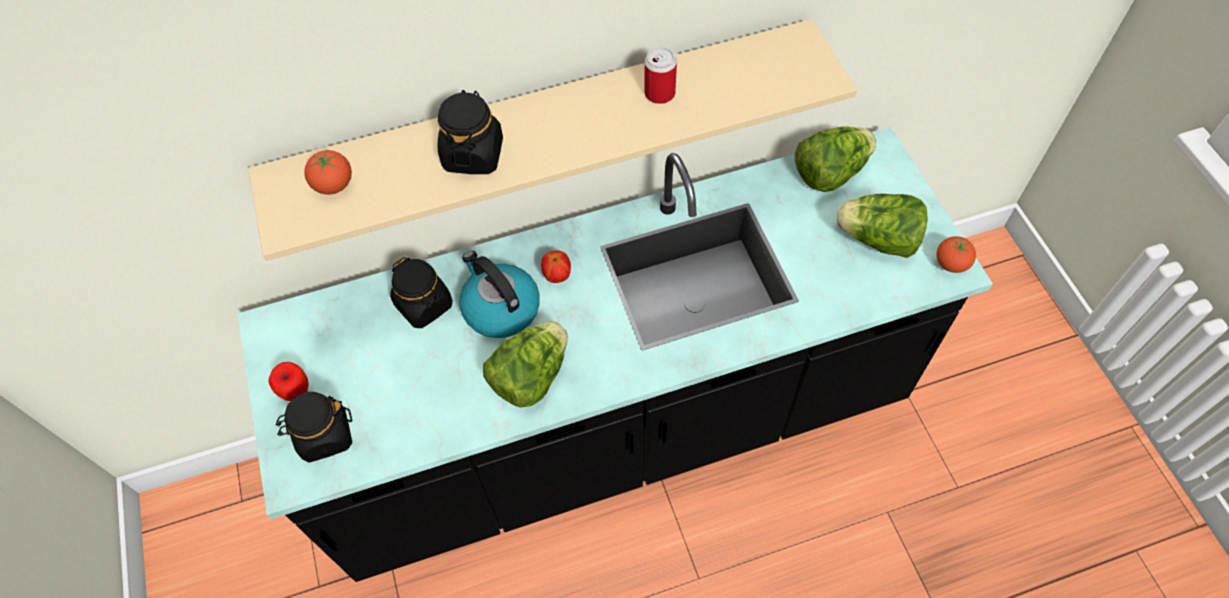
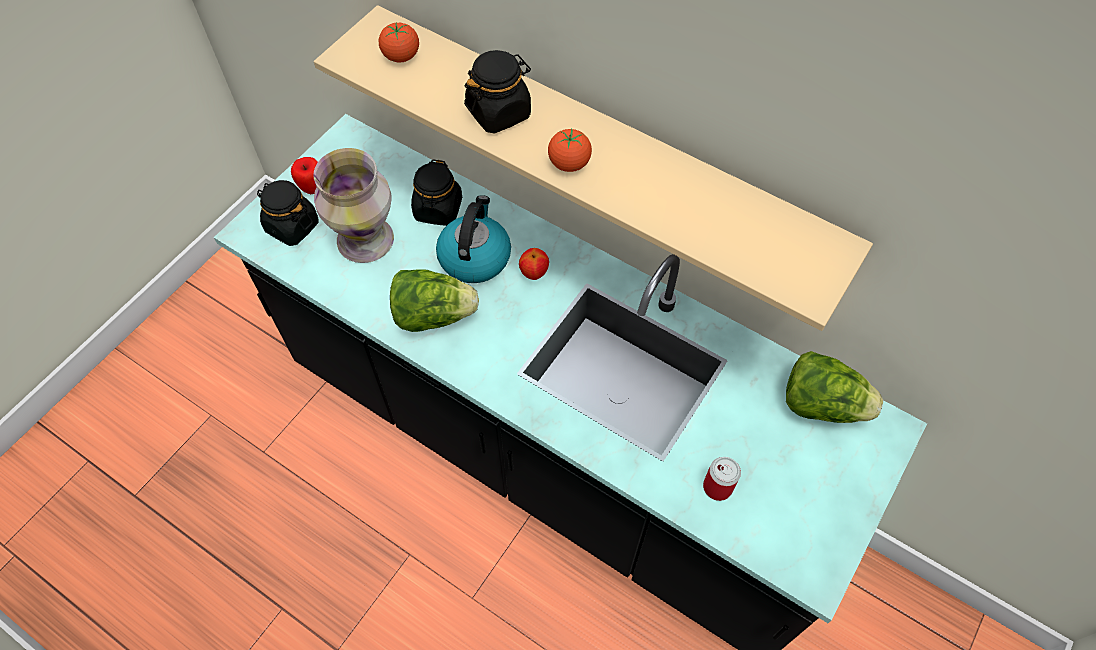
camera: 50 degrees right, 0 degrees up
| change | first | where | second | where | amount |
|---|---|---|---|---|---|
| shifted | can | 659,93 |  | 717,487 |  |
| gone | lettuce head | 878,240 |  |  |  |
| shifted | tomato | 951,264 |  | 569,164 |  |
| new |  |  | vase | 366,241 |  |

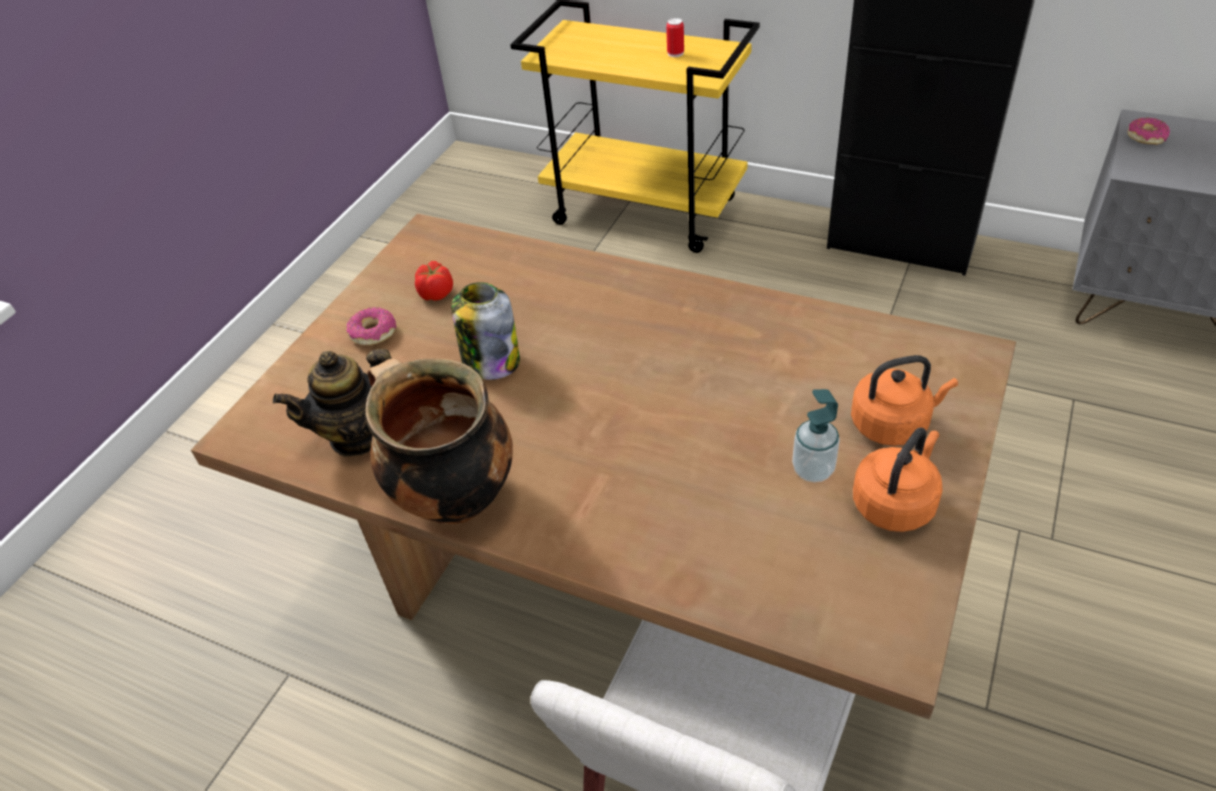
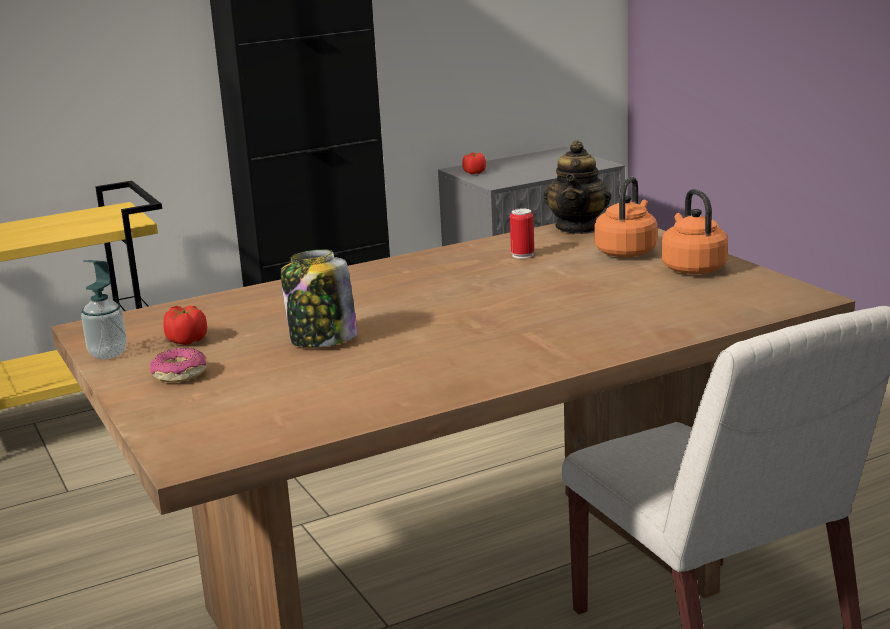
camera: 55 degrees left, 25 degrees down
| change | first | where | second | where | amount |
|---|---|---|---|---|---|
| shifted | teapot | 358,435 |  | 578,228 |  |
| gone | stockpot | 452,497 |  |  |  |
| shifted | can | 675,53 |  | 522,255 |  |
| shifted | liquid soap bottle | 813,470 |  | 108,353 |  |
| swapped | donut | 1146,137 | tomato | 474,173 |  |

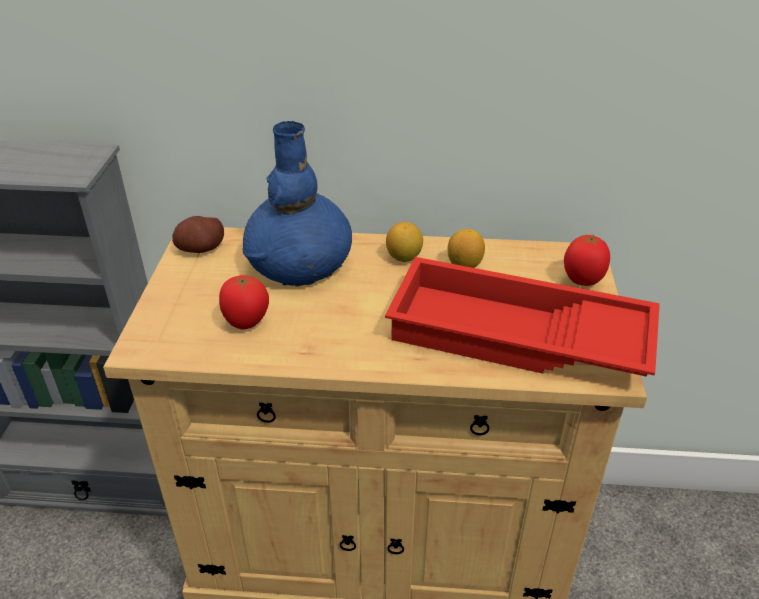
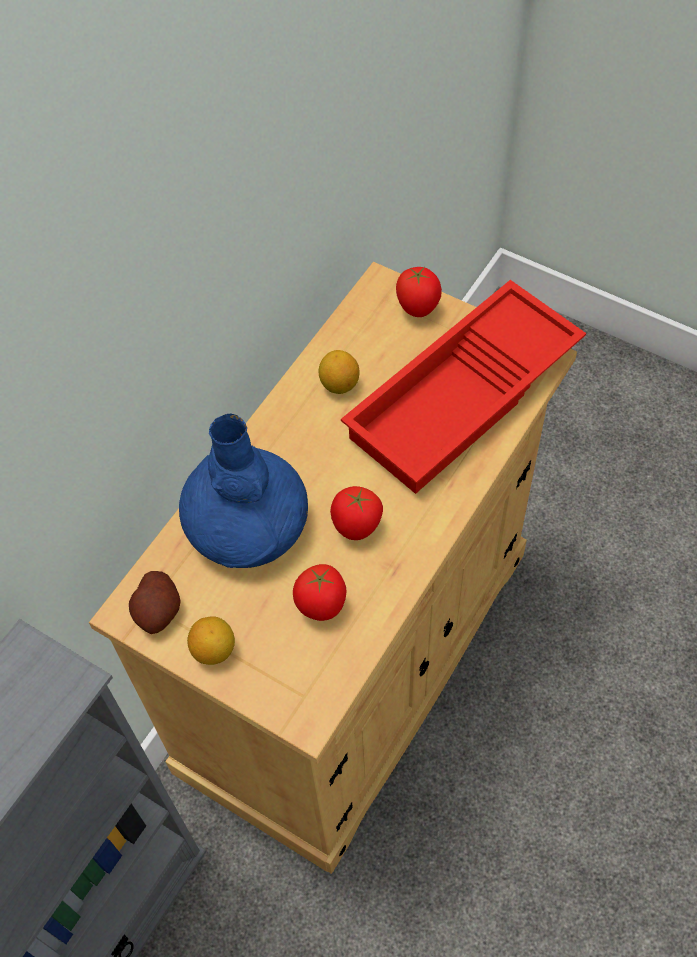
camera: 60 degrees left, 20 degrees up
| change | first | where | second | where | amount |
|---|---|---|---|---|---|
| shifted | whole lemon | 404,257 |  | 214,650 |  |
| new |  |  | tomato | 357,528 |  |

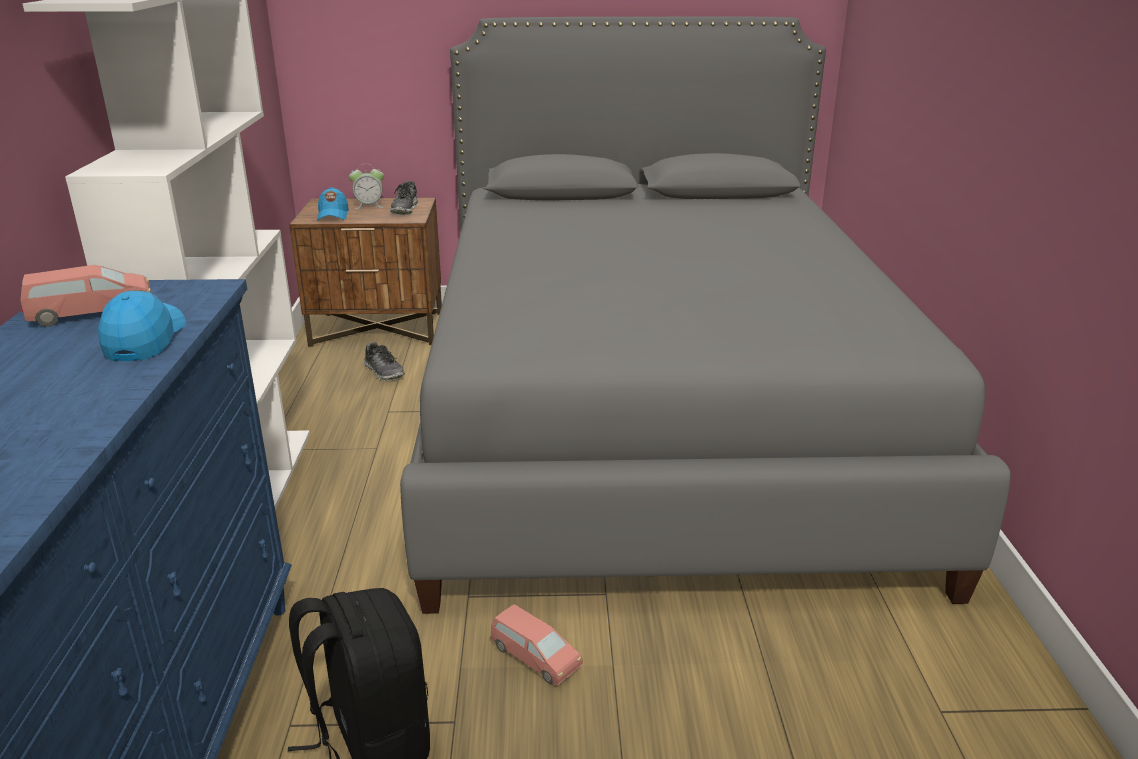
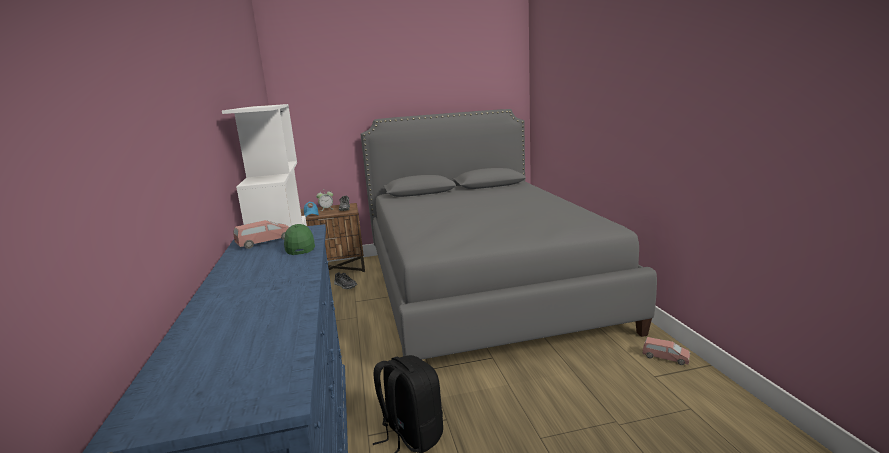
camera: 10 degrees left, 10 degrees down
| change | first | where | second | where | amount |
|---|---|---|---|---|---|
| repainted | peaked cap (blue) | 145,339 | peaked cap (green-coloured) | 300,247 |  |
| shifted | model car (pinkish) | 535,657 |  | 665,357 |  |

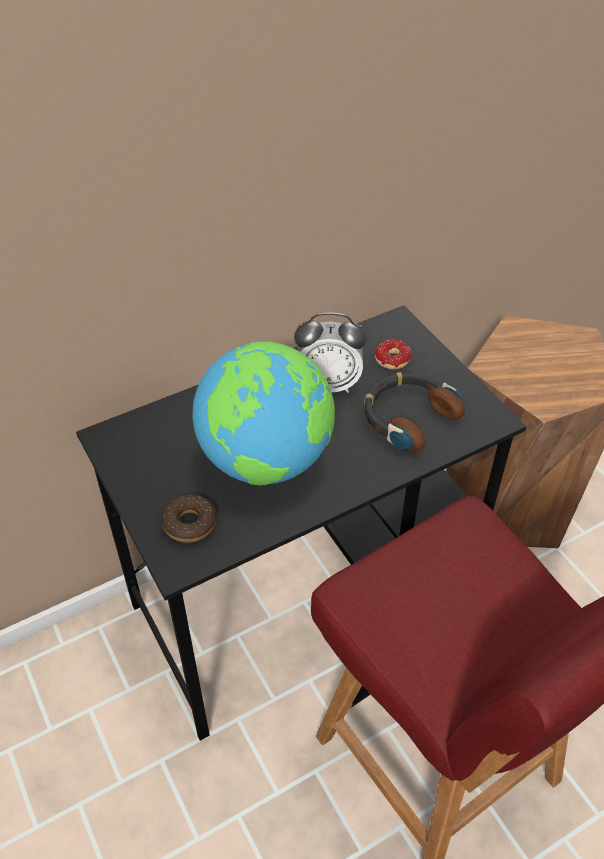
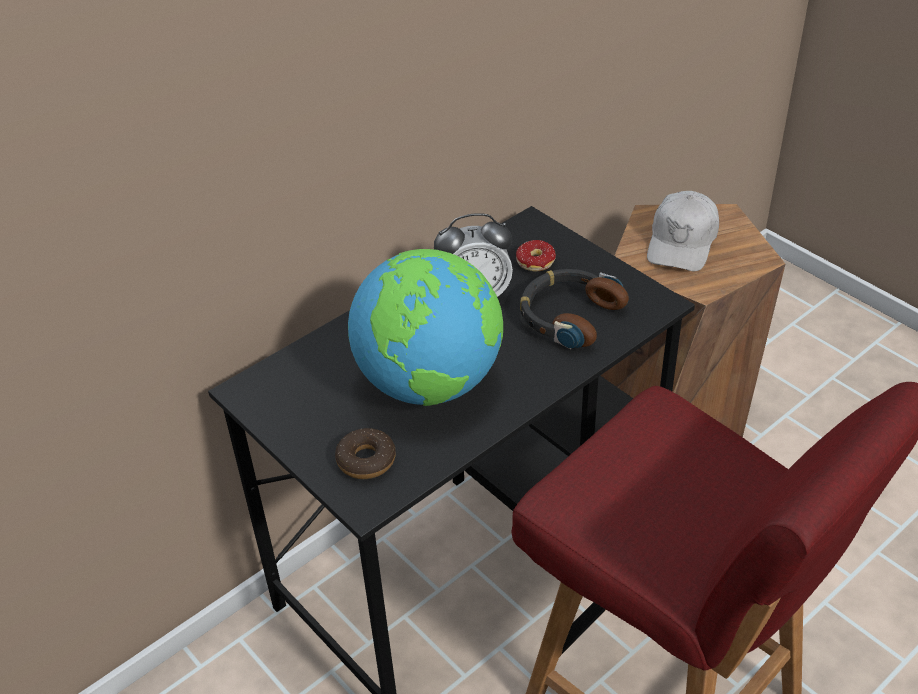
camera: 10 degrees left, 5 degrees down
| change | first | where | second | where | amount |
|---|---|---|---|---|---|
| new |  |  | peaked cap (white-coloured) | 682,242 |  |

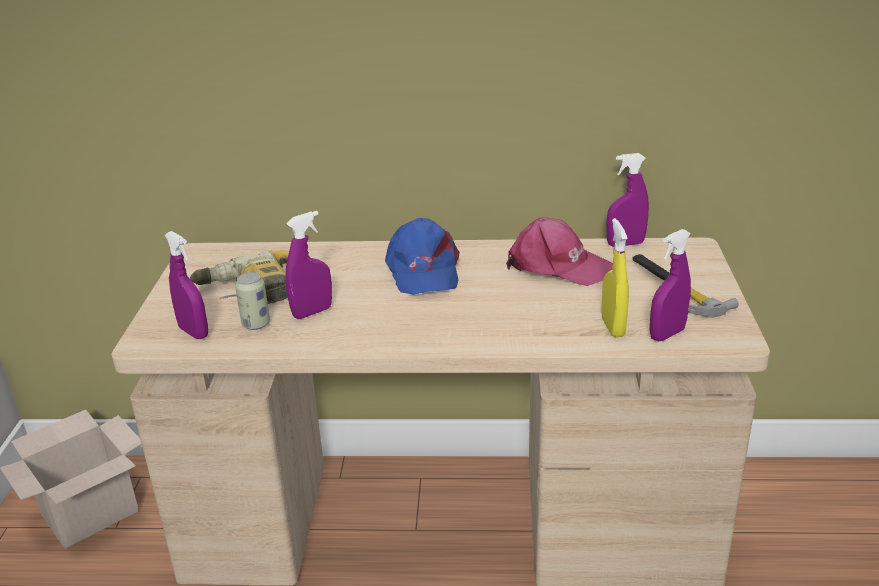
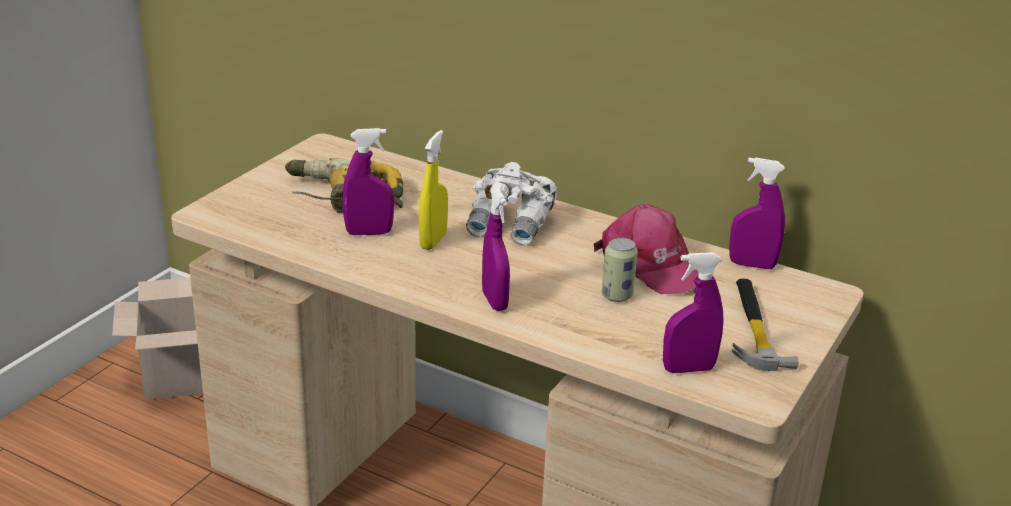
camera: 25 degrees right, 0 degrees up
| change | first | where | second | where | amount |
|---|---|---|---|---|---|
| shifted | sprayer (purple) | 193,332 |  | 494,301 |  |
| shifted | can | 256,324 |  | 617,295 |  |
| swapped | peaked cap (blue) | 422,270 | field glasses (white-coloured) | 511,225 |  |
| shifted | sprayer (yellowish) | 612,327 |  | 433,241 |  |

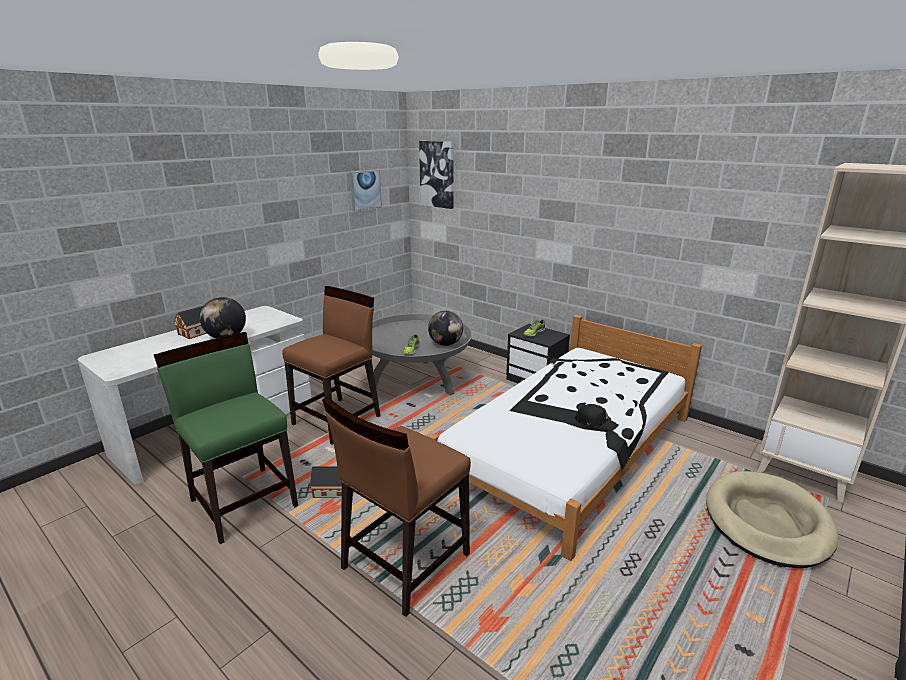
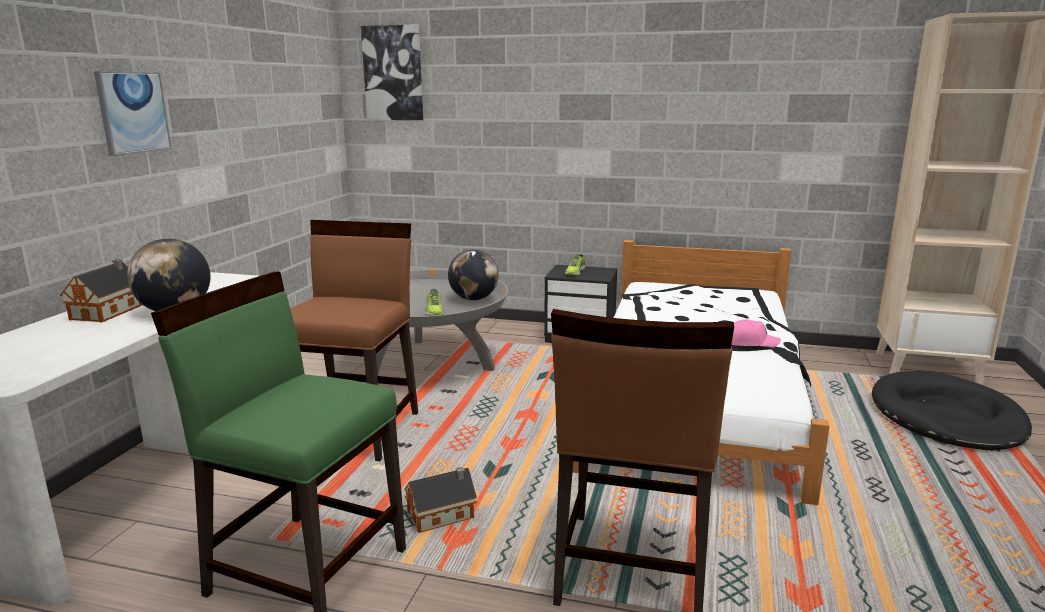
camera: 25 degrees left, 5 degrees down
| change | first | where | second | where | amount |
|---|---|---|---|---|---|
| shifted | wall art | 365,190 |  | 133,112 |  |
| repainted | peaked cap (black) | 595,422 | peaked cap (pinkish) | 749,342 |  |
| repainted | pet bed (sand-coloured) | 767,522 | pet bed (black) | 946,417 |  |

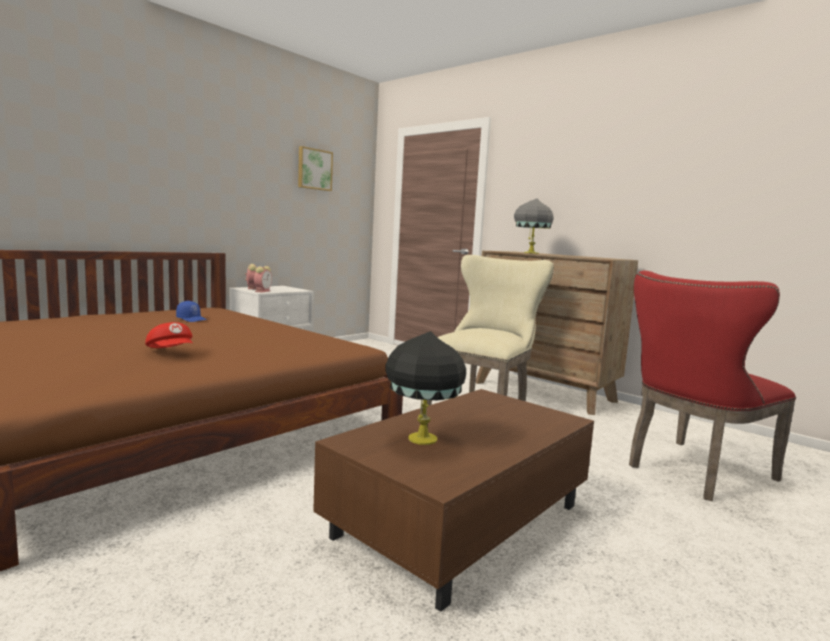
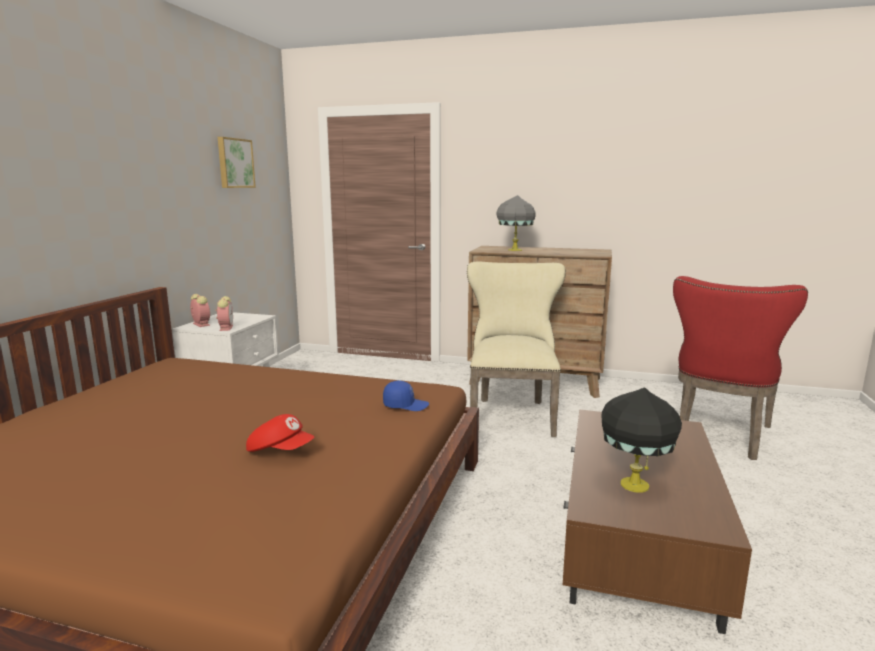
camera: 25 degrees left, 5 degrees up
| change | first | where | second | where | amount |
|---|---|---|---|---|---|
| shifted | peaked cap (blue) | 192,319 |  | 405,405 |  |

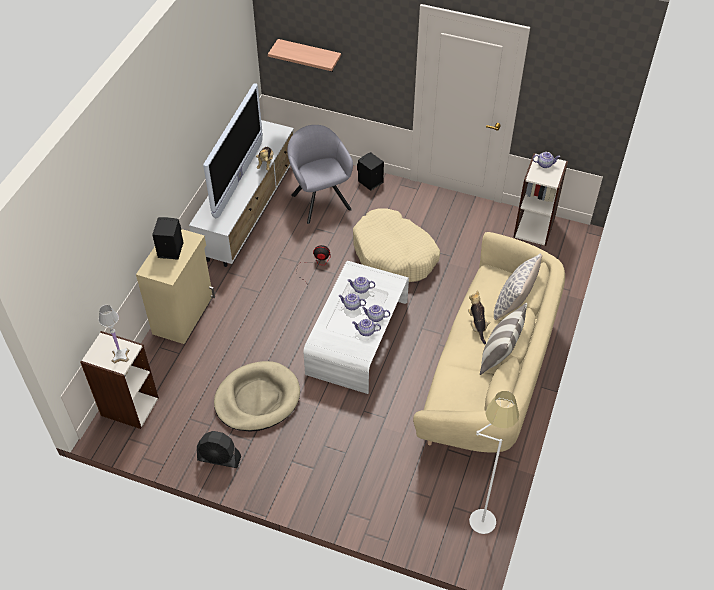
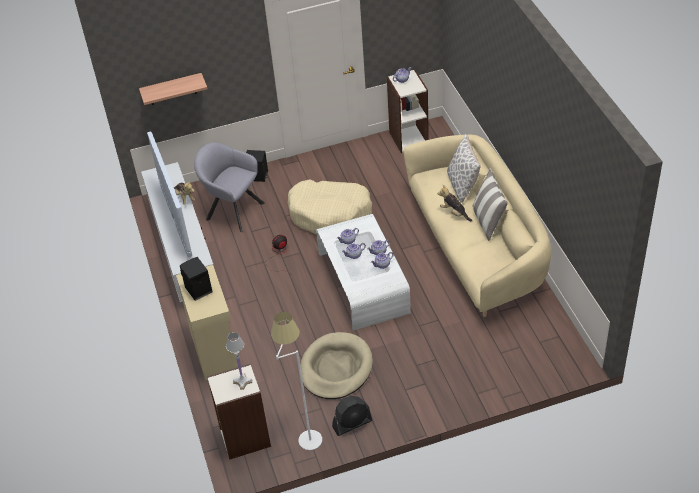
camera: 35 degrees left, 5 degrees down
| change | first | where | second | where | amount |
|---|---|---|---|---|---|
| shifted | standard lamp (white-coloured) | 482,510 |  | 304,432 |  |

